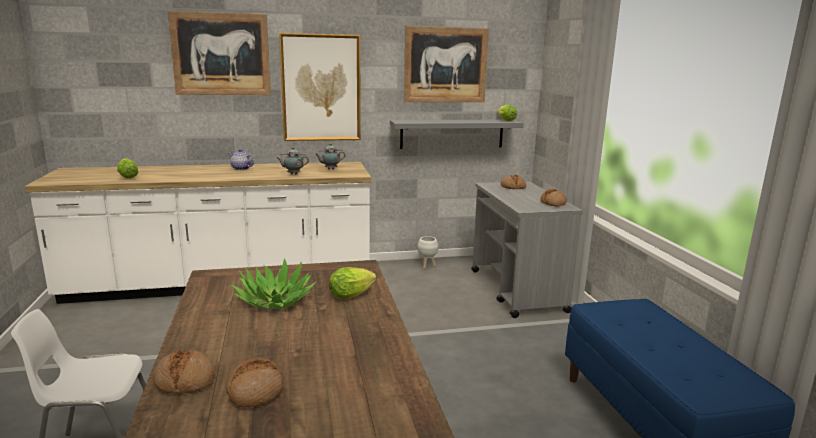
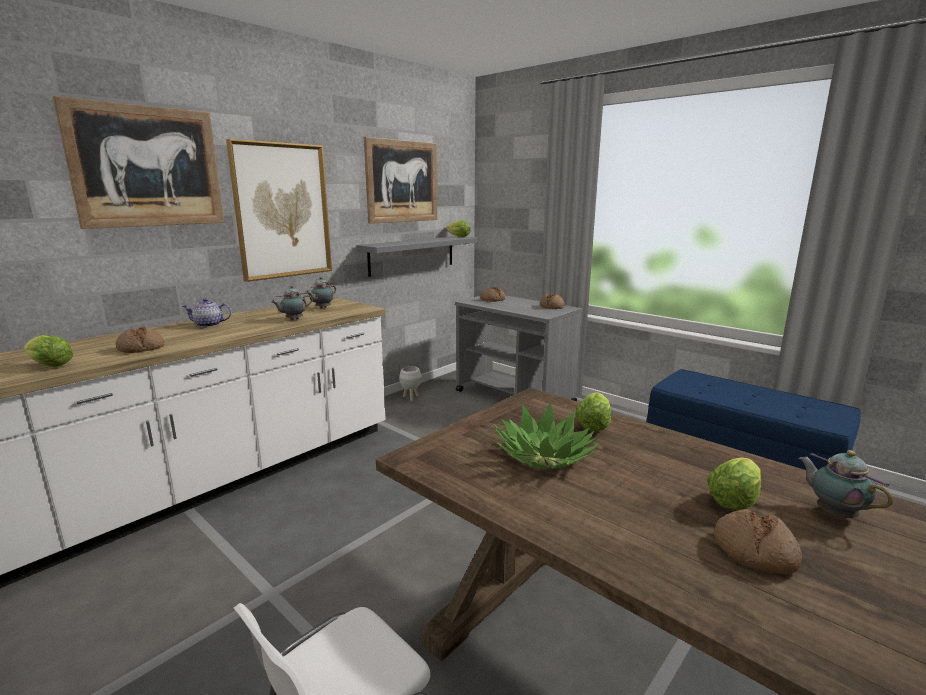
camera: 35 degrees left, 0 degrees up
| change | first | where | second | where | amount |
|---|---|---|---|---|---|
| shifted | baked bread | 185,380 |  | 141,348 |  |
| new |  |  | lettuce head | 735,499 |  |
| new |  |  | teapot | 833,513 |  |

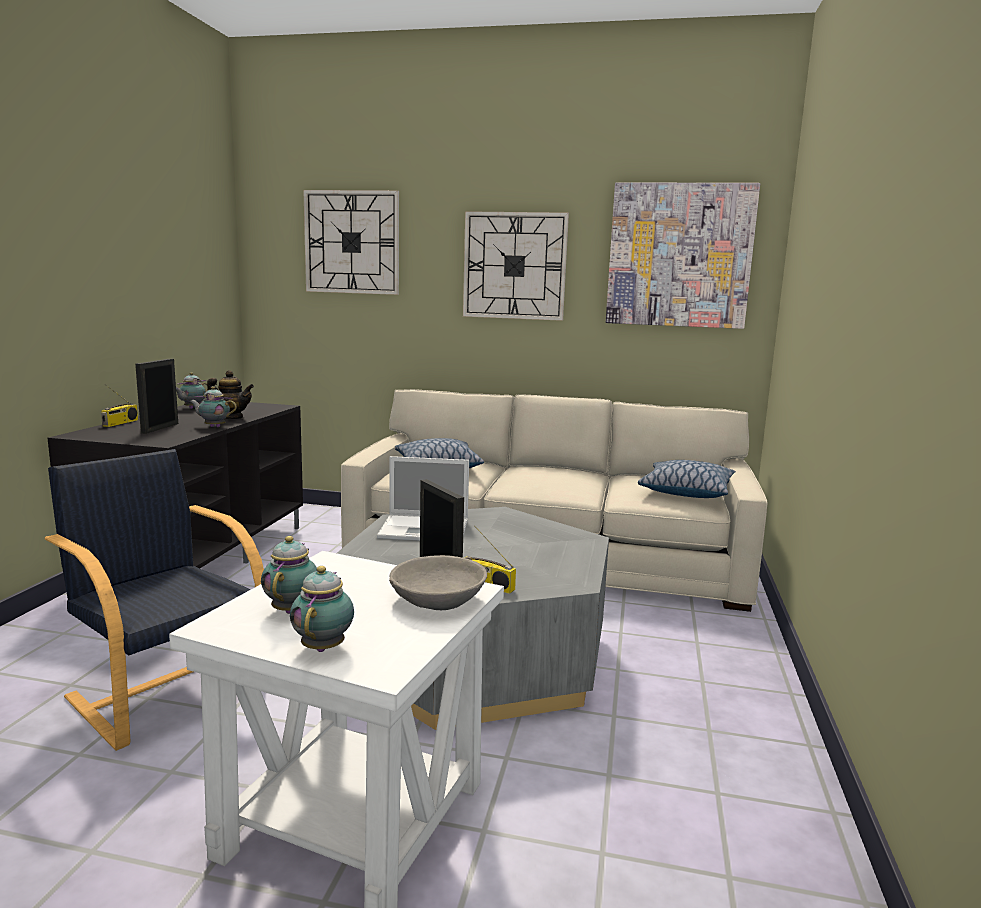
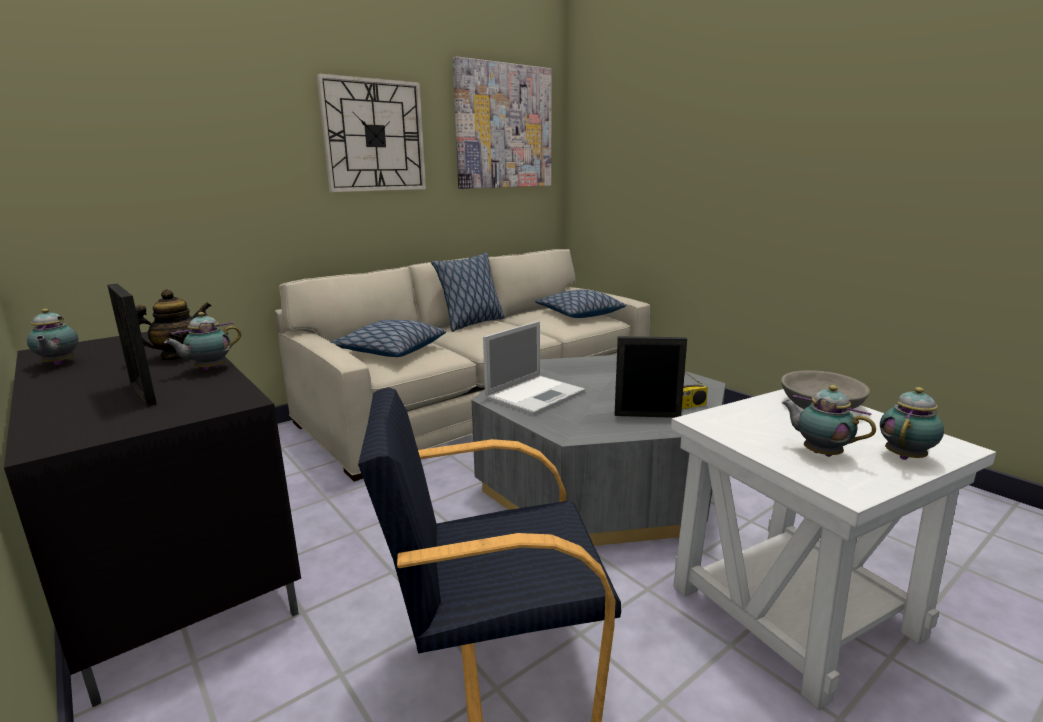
camera: 50 degrees left, 5 degrees up
| change | first | where | second | where | amount |
|---|---|---|---|---|---|
| gone | radio set | 120,423 |  |  |  |
| rotated | teapot | 324,646 |  | 906,456 | 90 degrees clockwise |
| gone | clock on the wall | 352,242 |  |  |  |
| new |  |  | throw pillow | 471,323 |  |

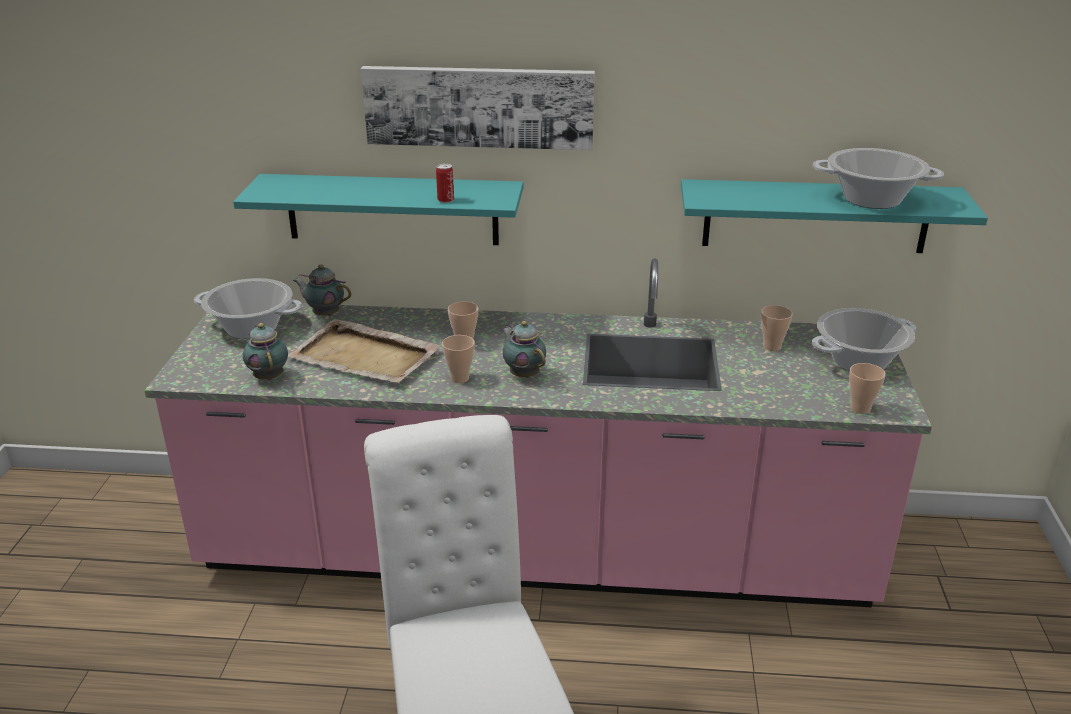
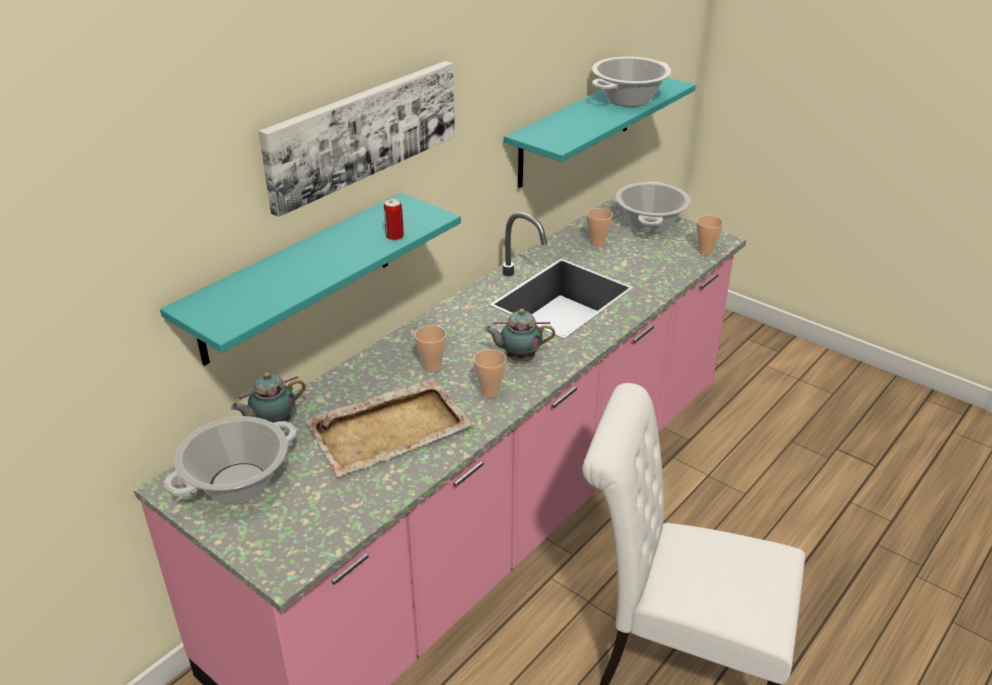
camera: 55 degrees left, 5 degrees up
| change | first | where | second | where | amount |
|---|---|---|---|---|---|
| gone | teapot | 269,376 |  |  |  |

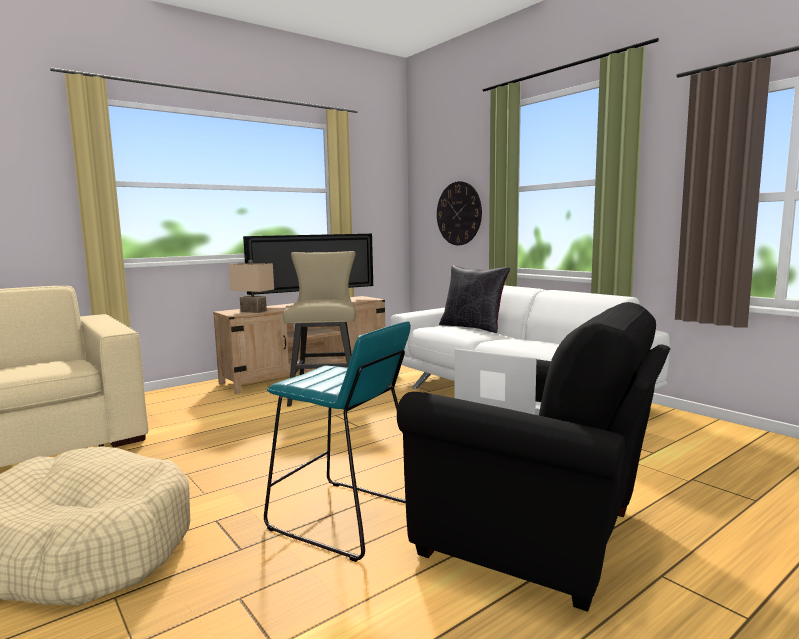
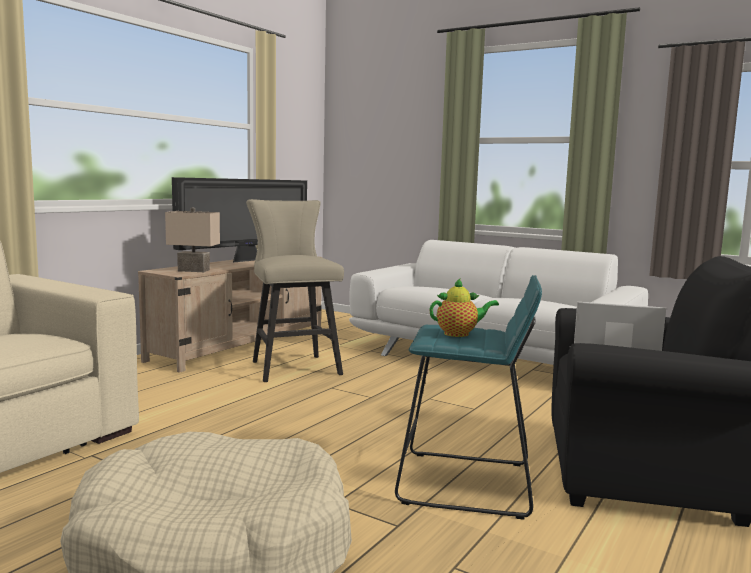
camera: 20 degrees left, 0 degrees up
| change | first | where | second | where | amount |
|---|---|---|---|---|---|
| gone | clock on the wall | 459,213 |  |  |  |
| gone | throw pillow (black) | 473,327 |  |  |  |
| new |  |  | teapot | 459,334 |  |

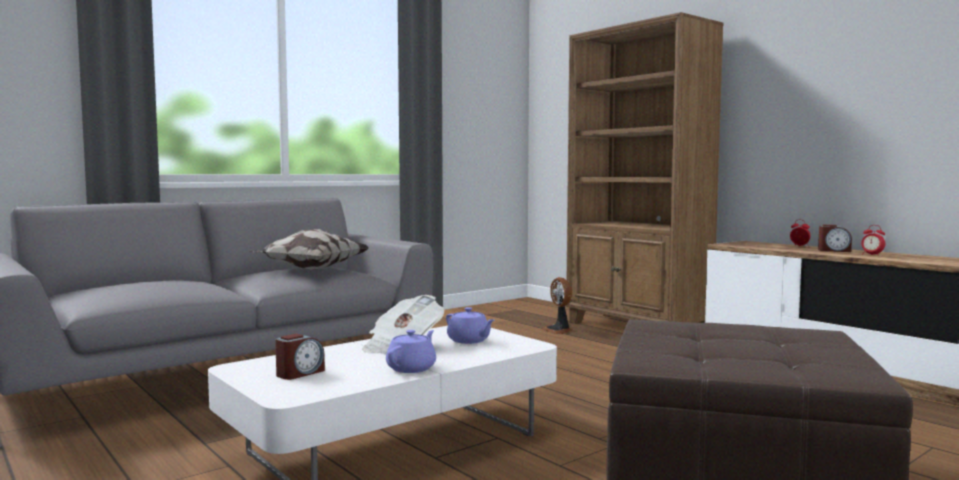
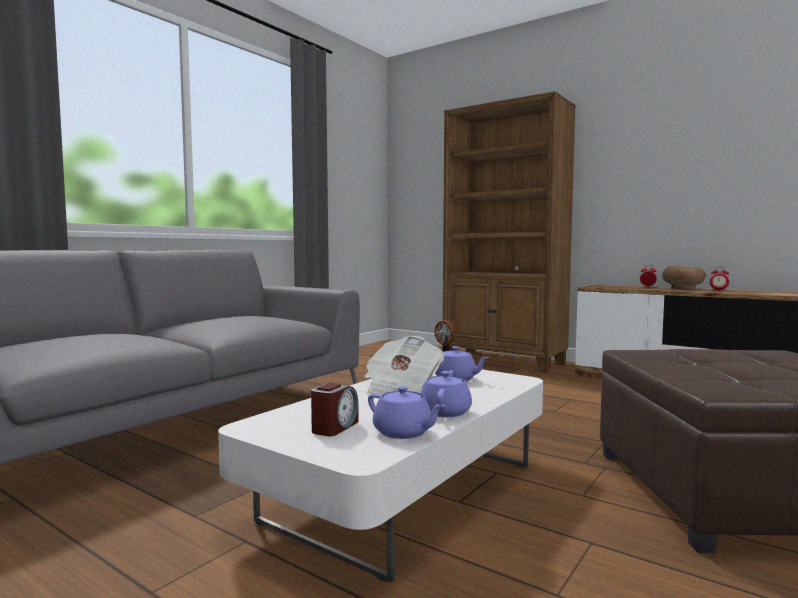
camera: 15 degrees left, 0 degrees up
| change | first | where | second | where | amount |
|---|---|---|---|---|---|
| gone | throw pillow | 310,269 |  |  |  |
| swapped | table clock | 834,250 | deep dish (brown-coloured) | 682,288 |  |
| new |  |  | teapot (purple) | 404,433 |  |

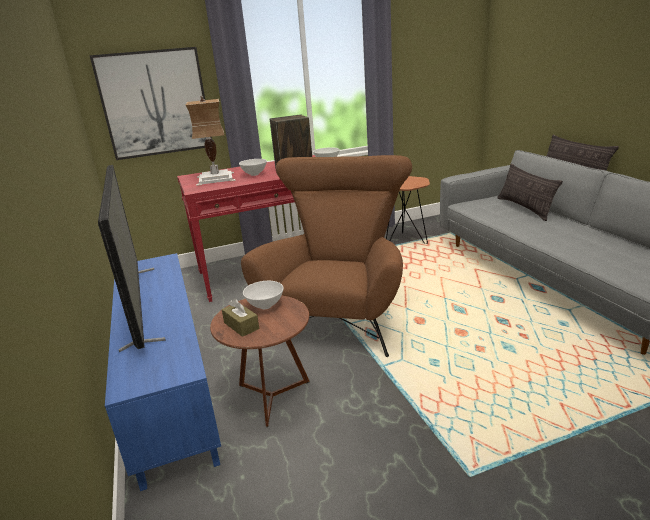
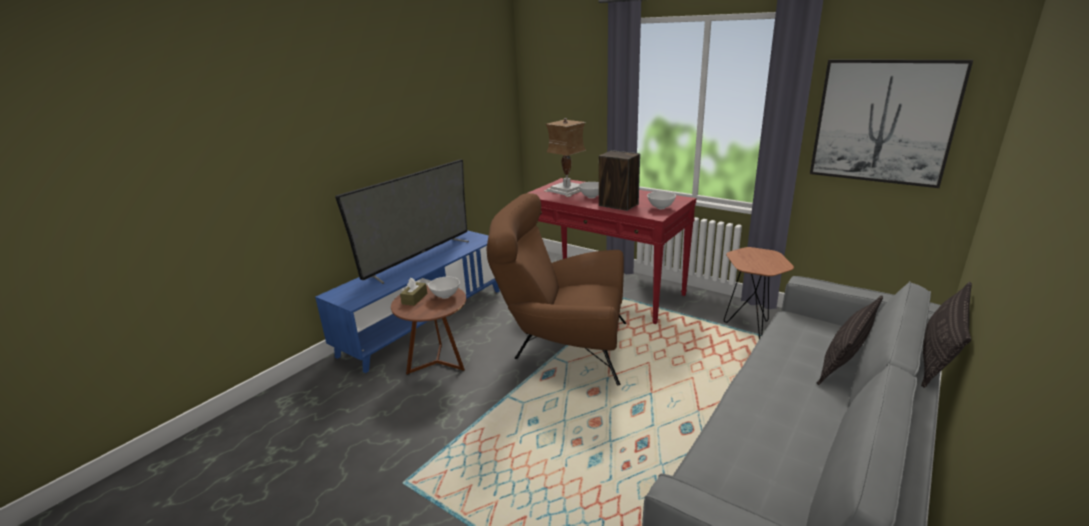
camera: 55 degrees right, 0 degrees up
| change | first | where | second | where | amount |
|---|---|---|---|---|---|
| shifted | wall art | 155,103 |  | 883,122 |  |
| rotated | armchair (brown-coloured) | 339,315 |  | 562,348 | 150 degrees counterclockwise |

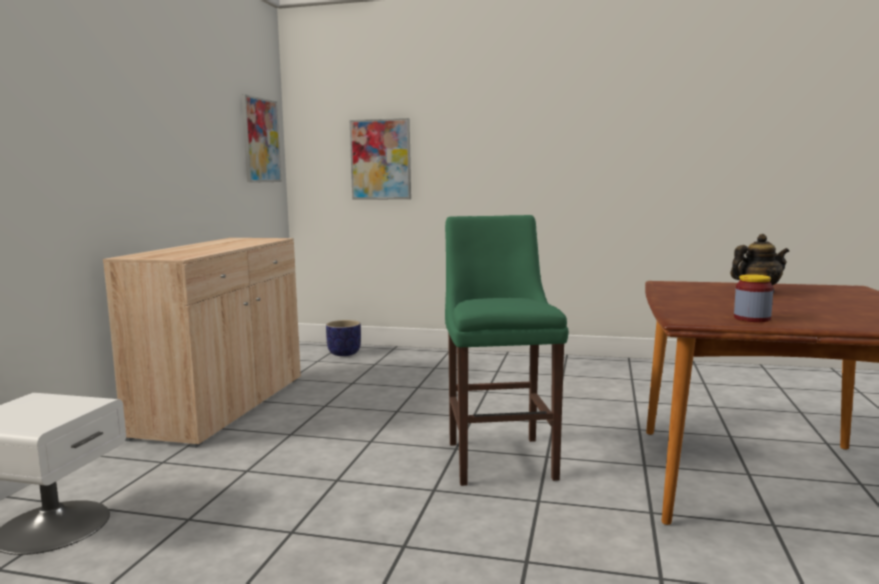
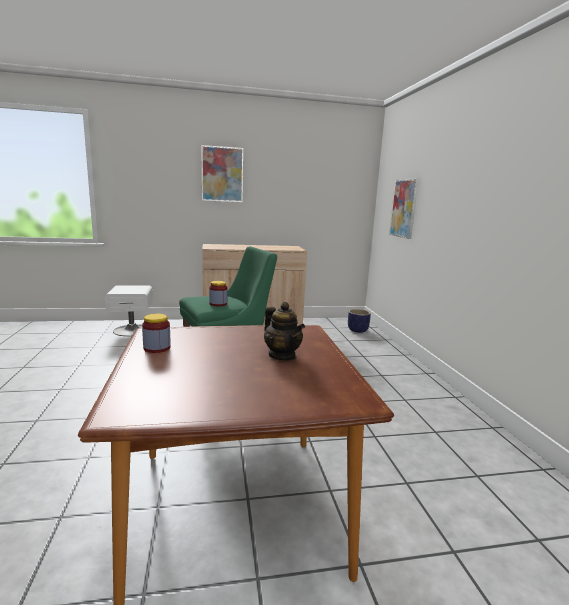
camera: 65 degrees right, 5 degrees up
| change | first | where | second | where | amount |
|---|---|---|---|---|---|
| shifted | wall art | 261,140 |  | 222,174 |  |
| new |  |  | preserve jar | 218,304 |  |

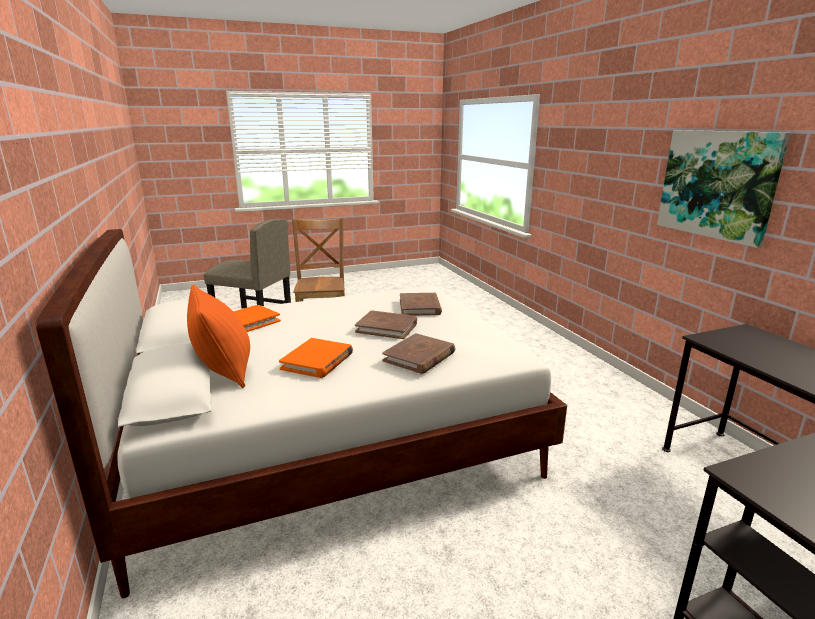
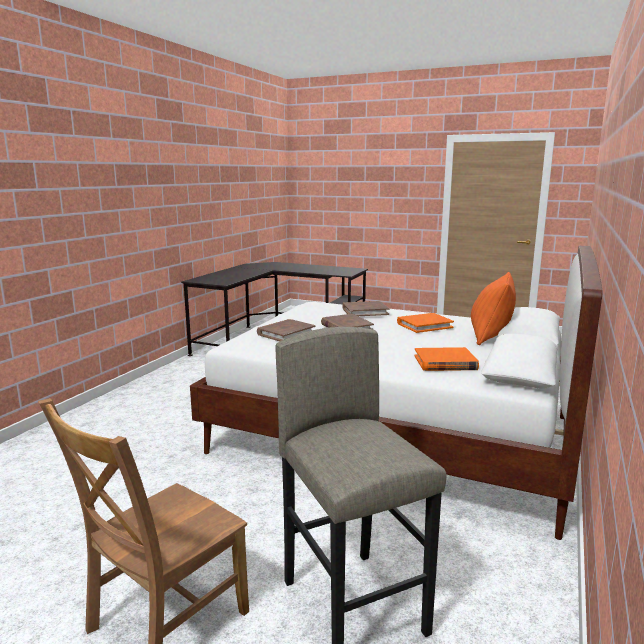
camera: 135 degrees left, 5 degrees down
| change | first | where | second | where | amount |
|---|---|---|---|---|---|
| gone | wall art | 717,184 |  |  |  |

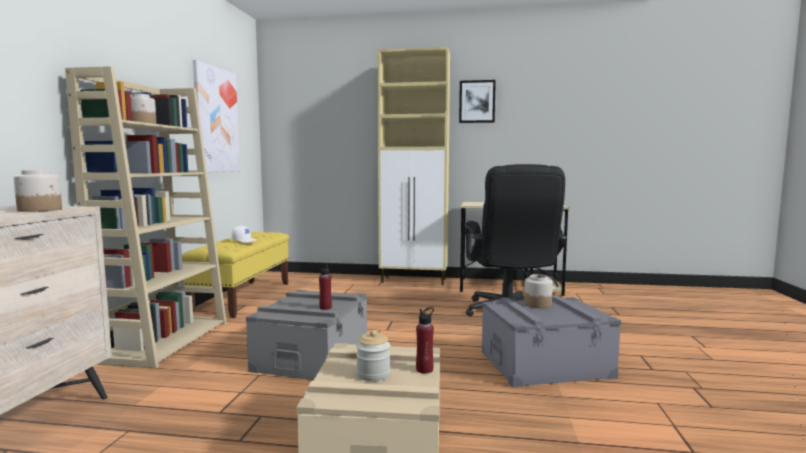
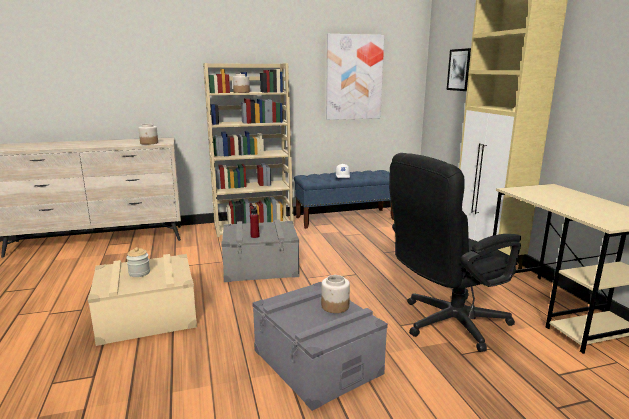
camera: 65 degrees right, 10 degrees up
| change | first | where | second | where | amount |
|---|---|---|---|---|---|
| repainted | bench (yellowish) | 243,297 | bench (blue) | 345,218 |  |
| gone | drink bottle (red-coloured) | 424,370 |  |  |  |
| shifted | wall art | 477,101 |  | 460,70 |  |

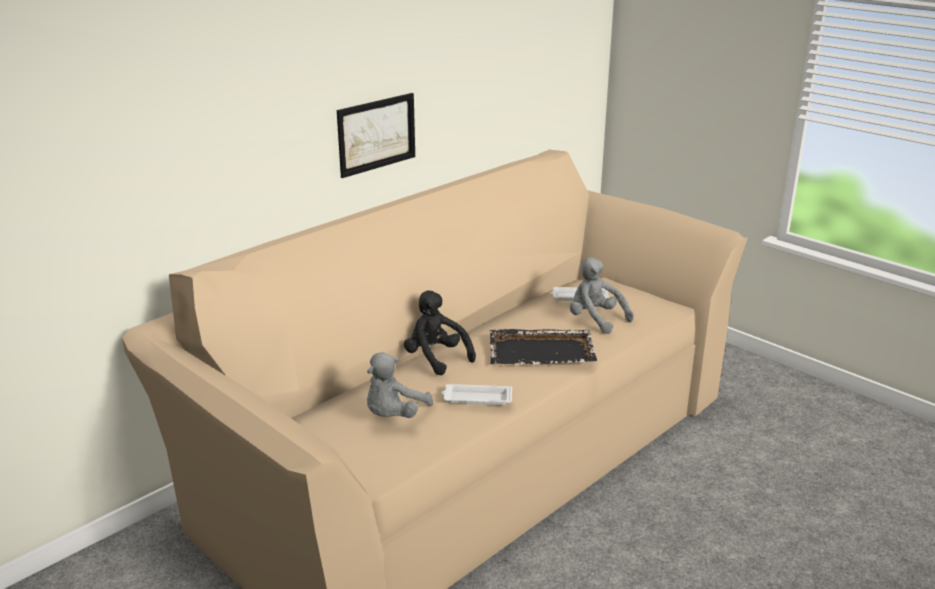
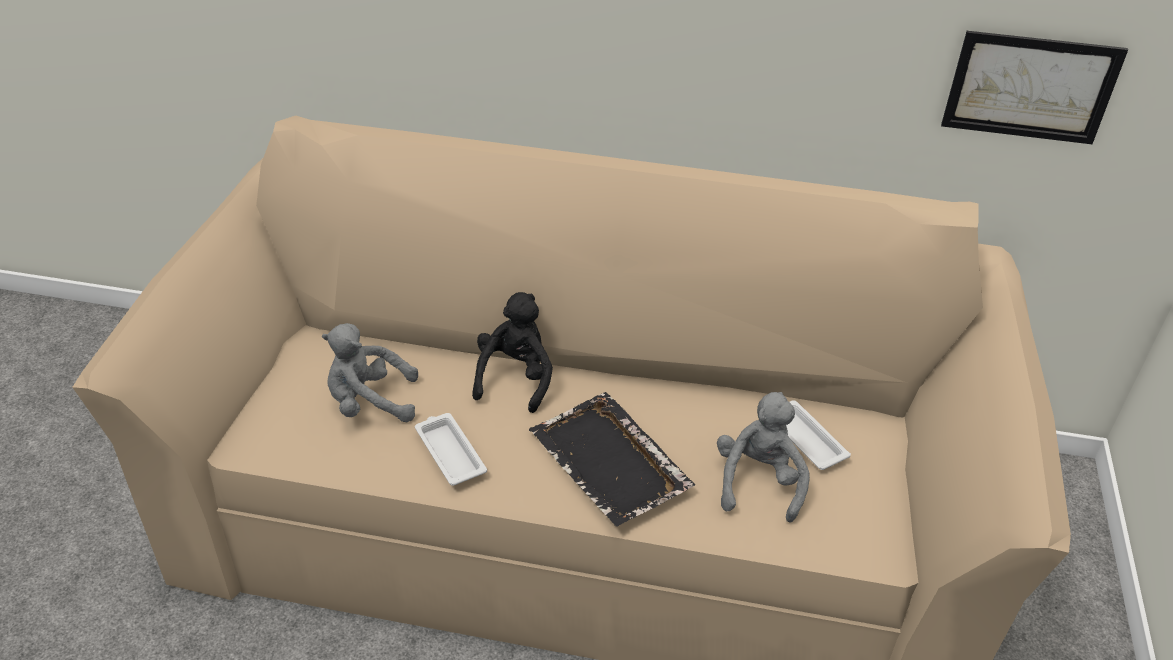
camera: 55 degrees right, 15 degrees up
| change | first | where | second | where | amount |
|---|---|---|---|---|---|
| shifted | wall art | 376,134 |  | 1030,87 |  |

